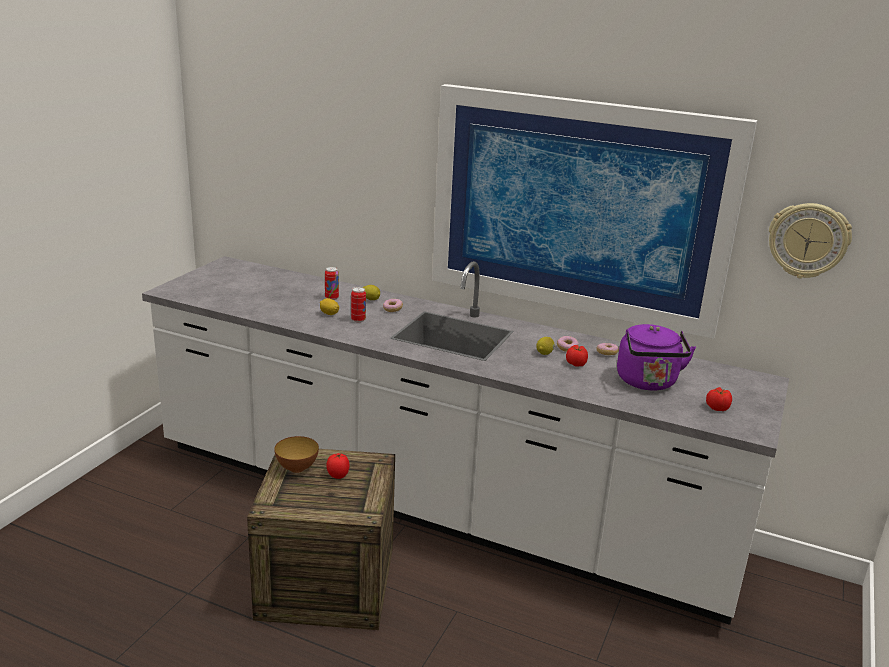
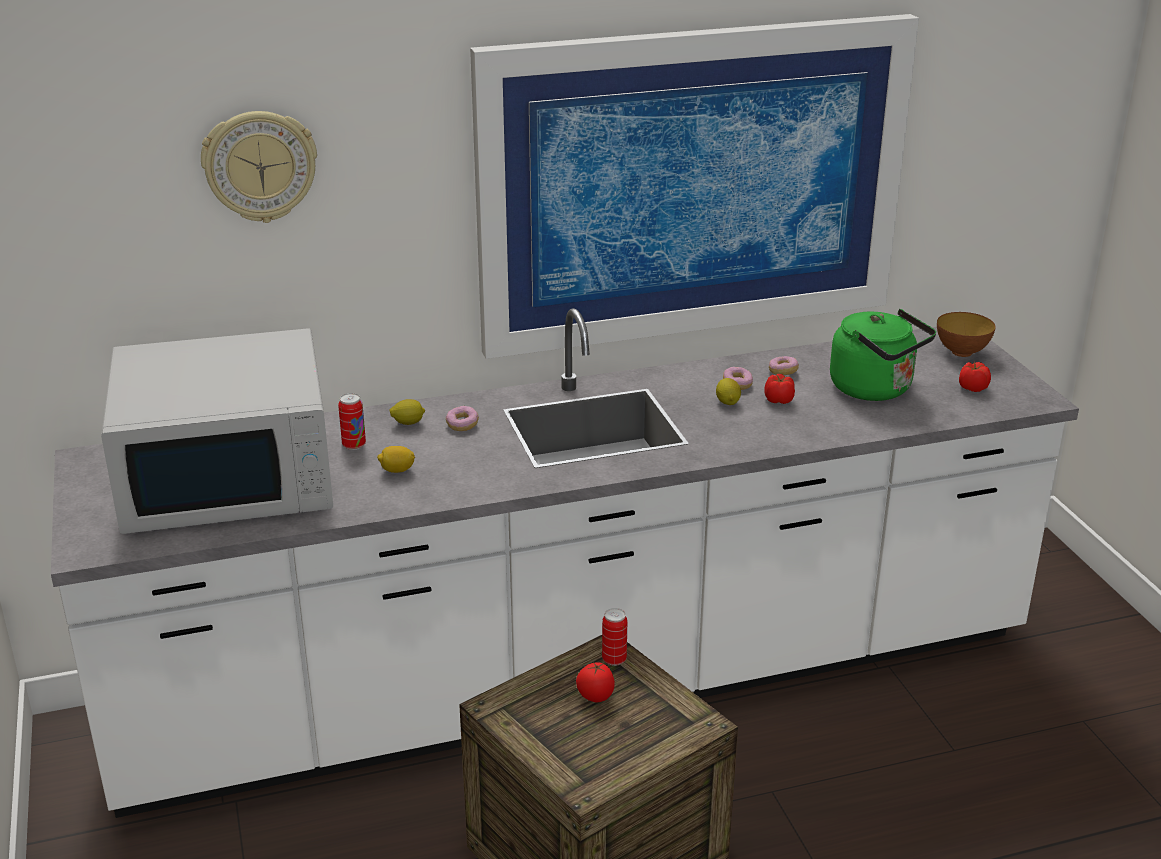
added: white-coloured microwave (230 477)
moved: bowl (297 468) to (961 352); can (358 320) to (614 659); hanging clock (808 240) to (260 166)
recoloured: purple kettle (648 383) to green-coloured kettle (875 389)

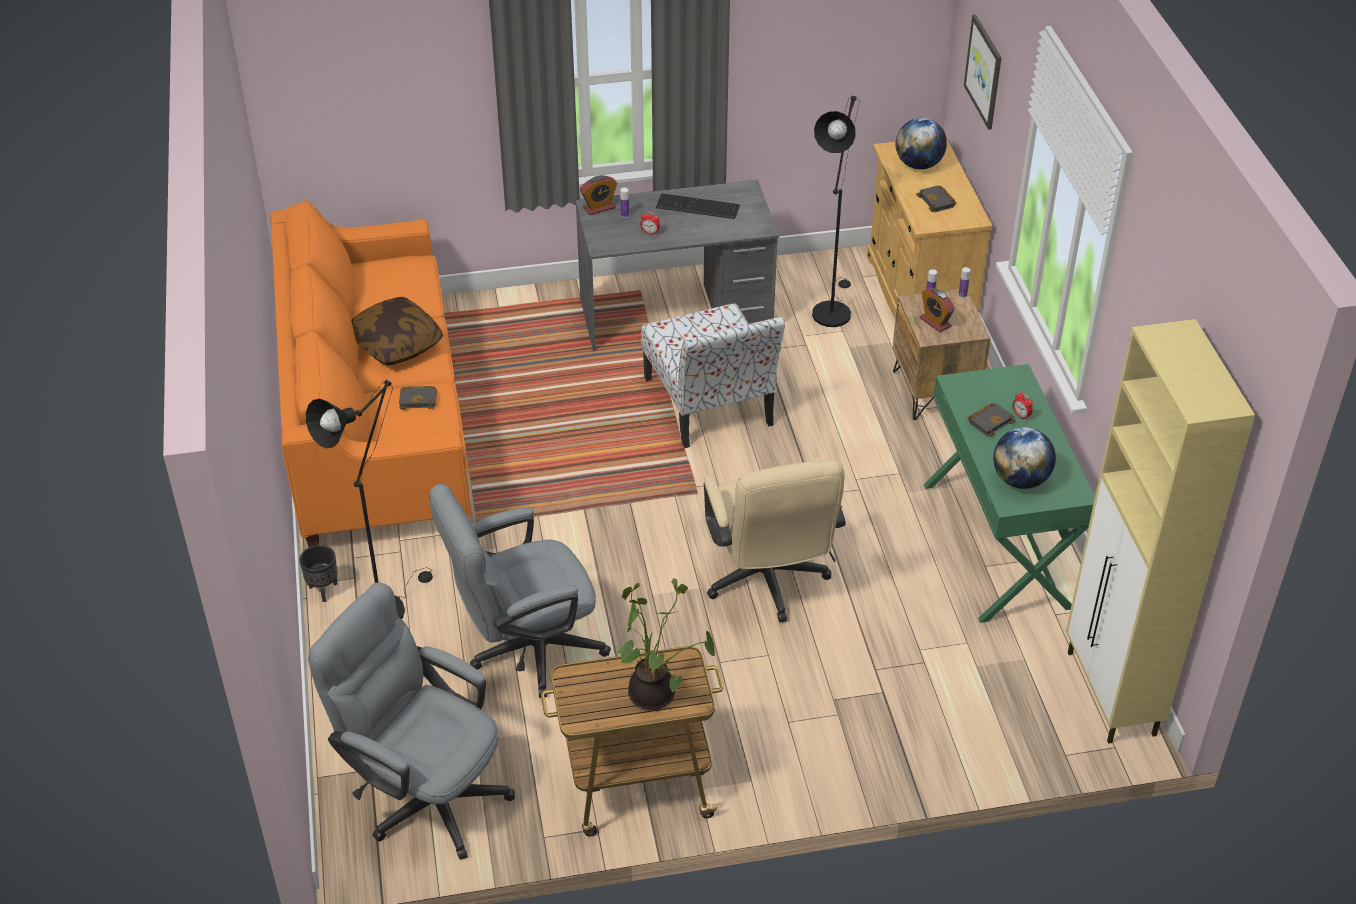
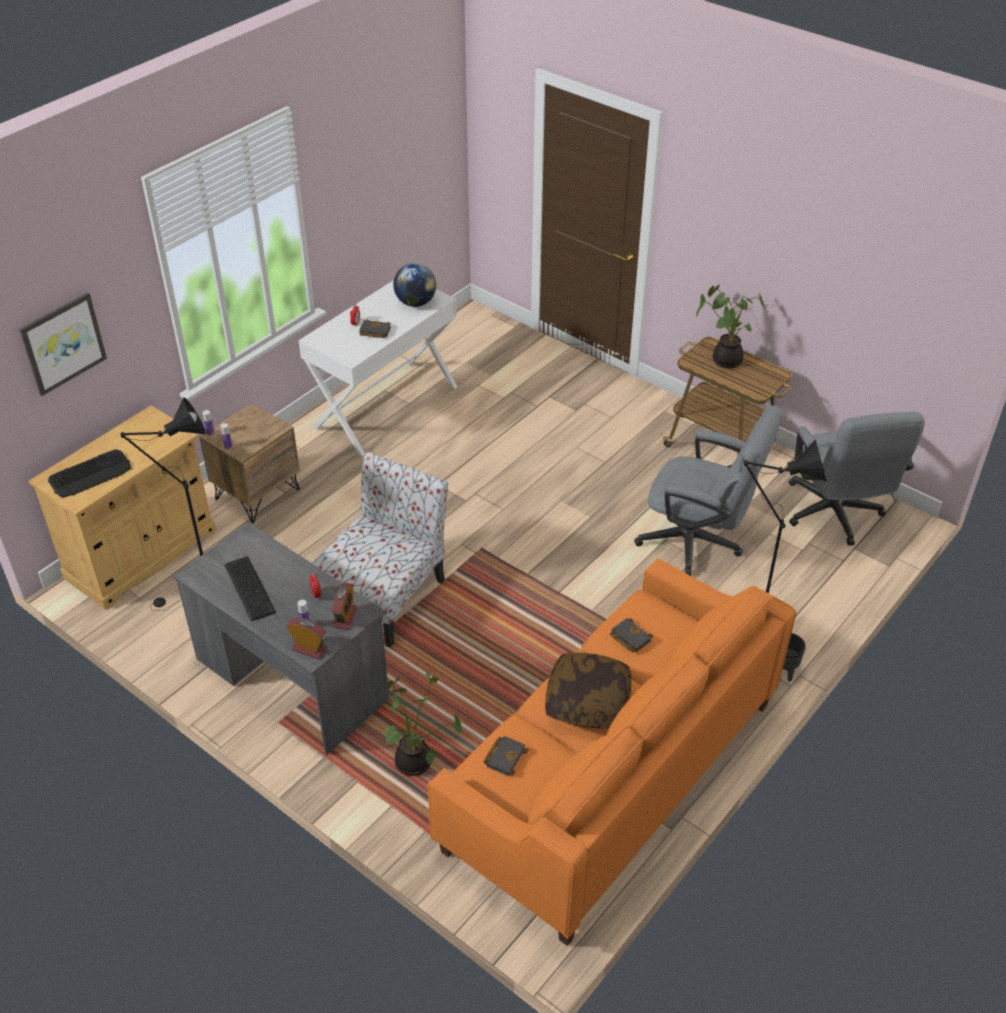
removed: beige-coloured office chair (768 583); beige-coloured storage cabinet (1111 694)
added: plant in a pot (417 762)
moved: black-coloured bound book (937 202) to (505 756); alarm clock (935 322) to (345 617)
replaced: globe (918 165) to keyboard (90 474)
recoloured: green-coloured desk (997 544) to white-coloured desk (385 406)

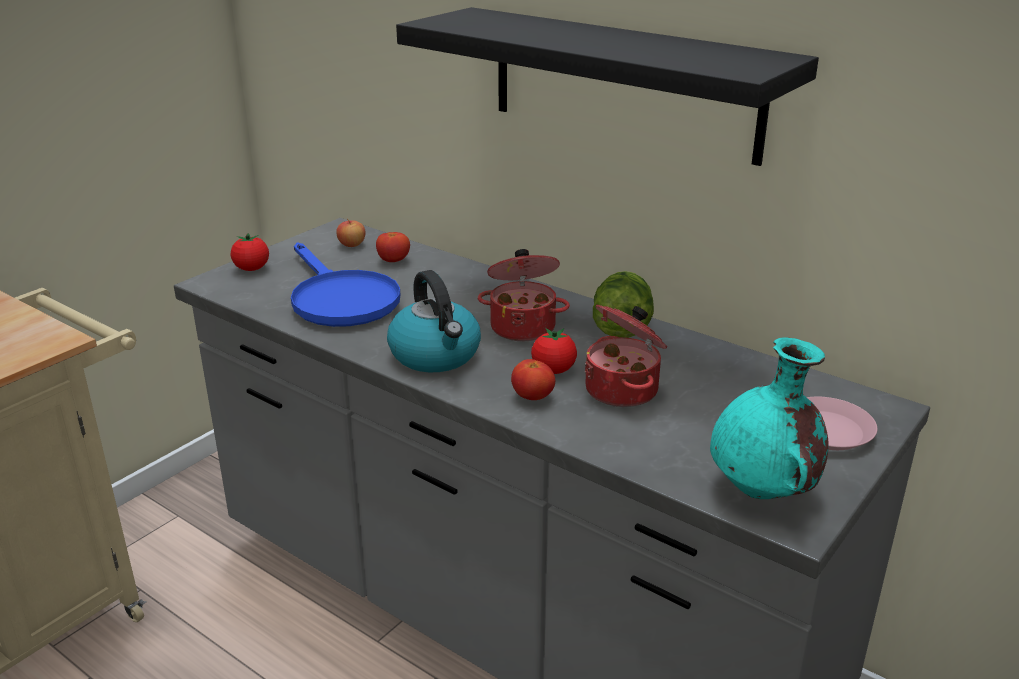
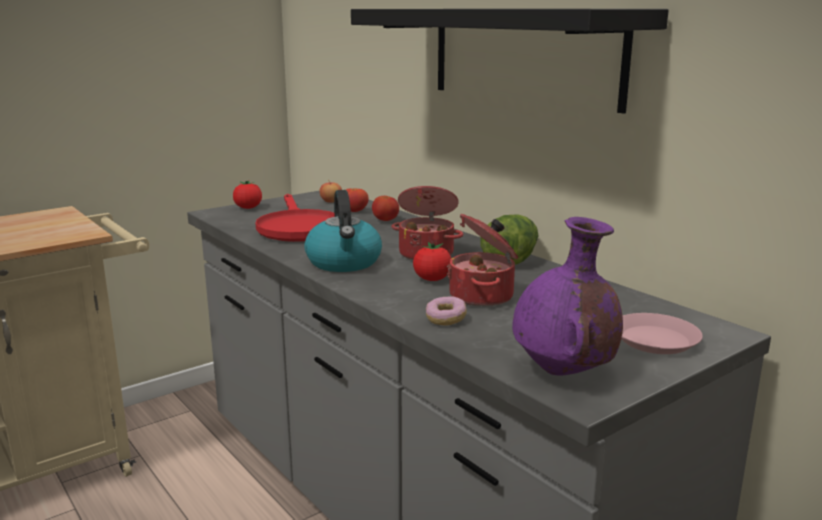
added: doughnut (445 319)
moved: whole tomato (532 397) to (385 220)
recoloured: blue skillet (339 299) to red skillet (297 227); turquoise-coloured vase (763 492) to purple vase (564 373)

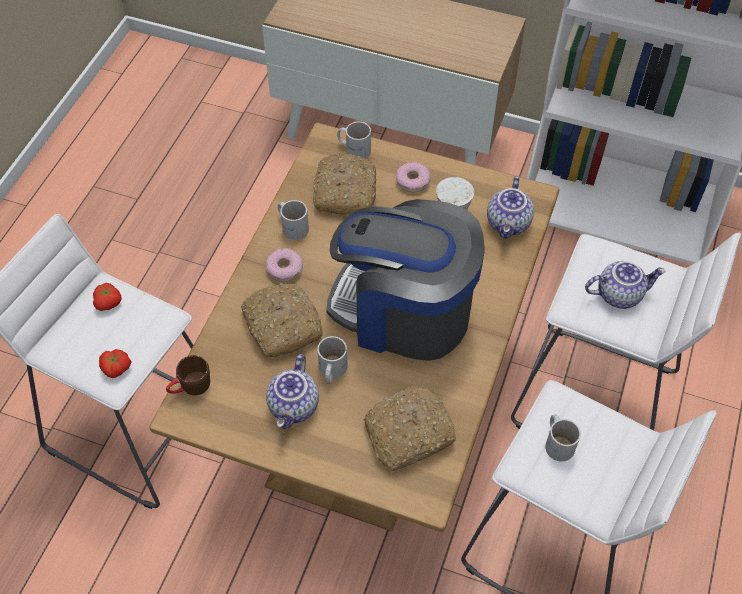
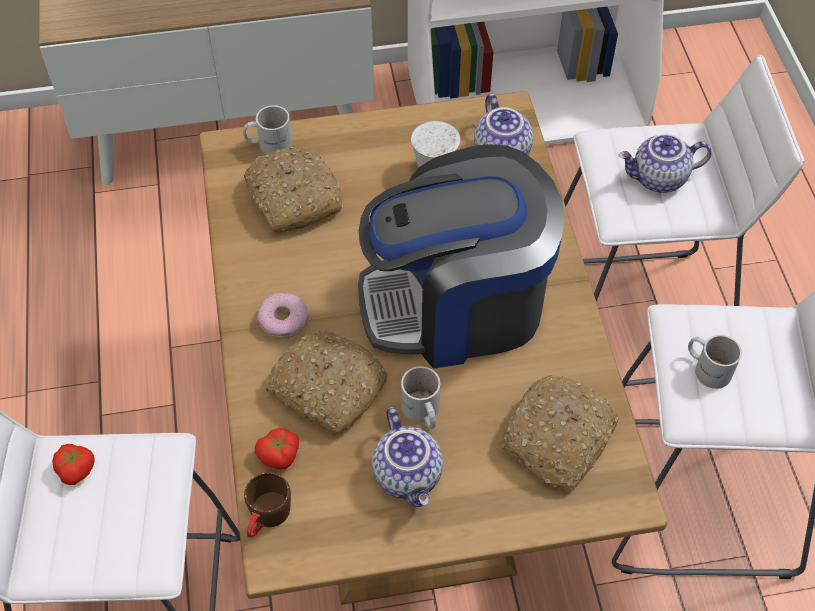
removed: white-coloured mug (293 226); doughnut (413 181)
moved: whole tomato (116 369) to (279 456)
turned: teapot (619 294) = (658 179) 150 degrees counterclockwise

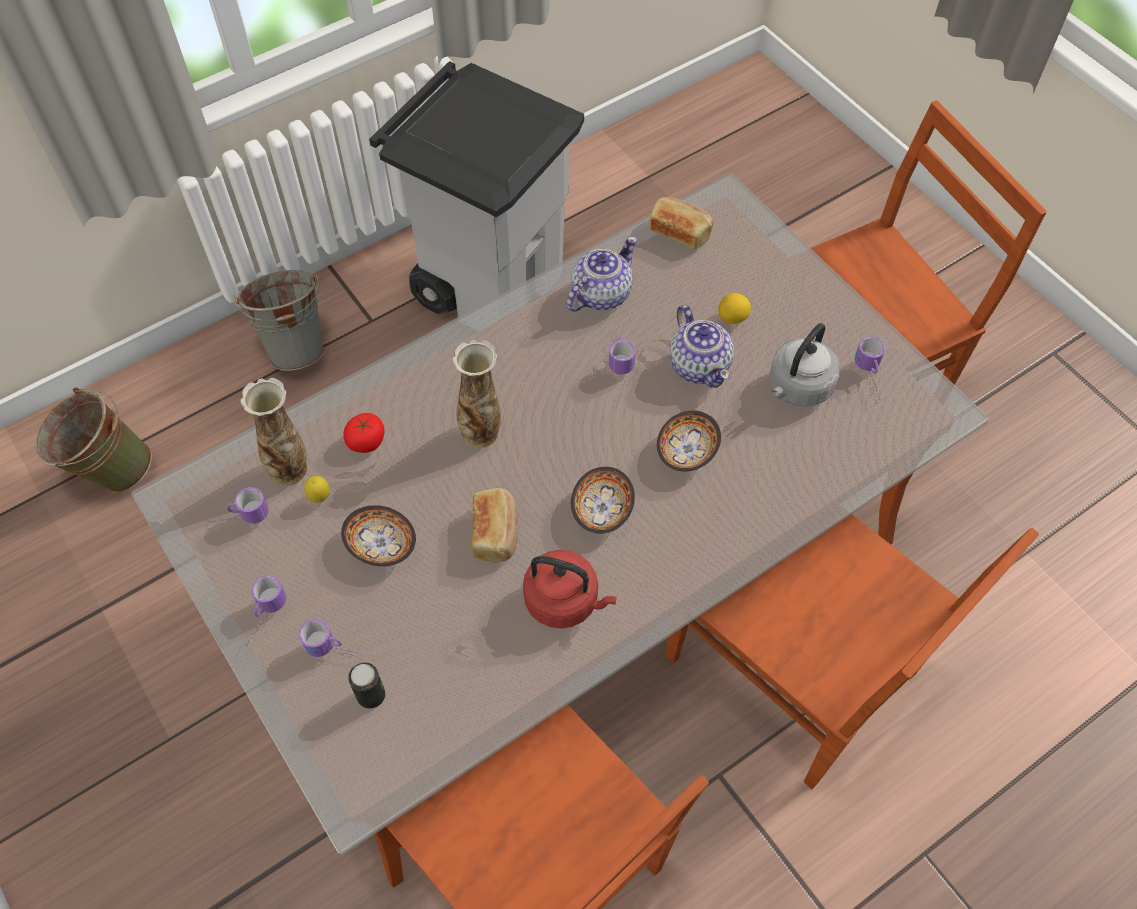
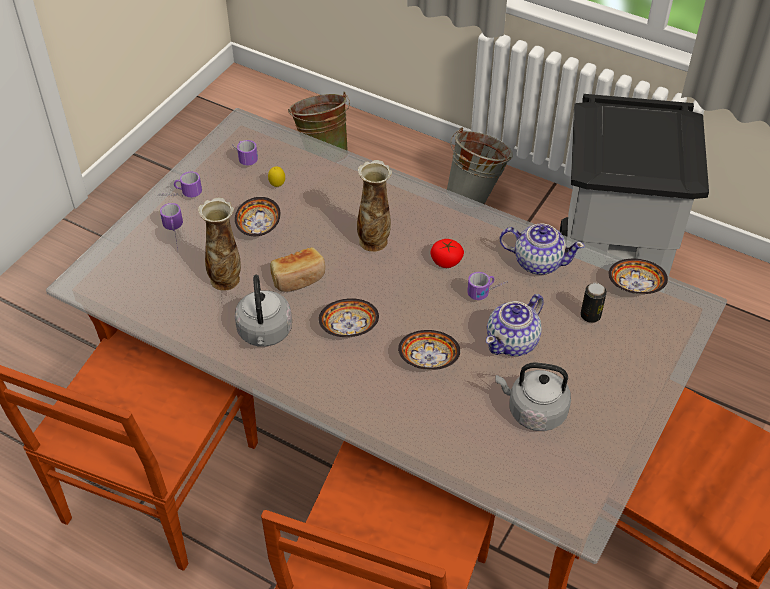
removed: whole lemon (732 318); mug (870 378)
moved: vase (289 469) to (226 280); whole tomato (366 441) to (446 261); can (371 695) to (590 316)
replaced: bakery bread (680 231) to bowl (636 287)
recoloured: red kettle (565 601) to grey kettle (265 333)

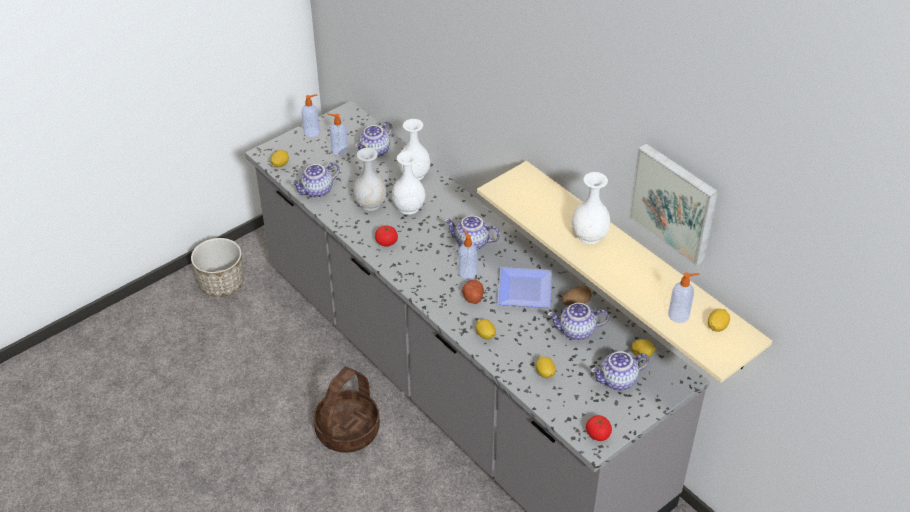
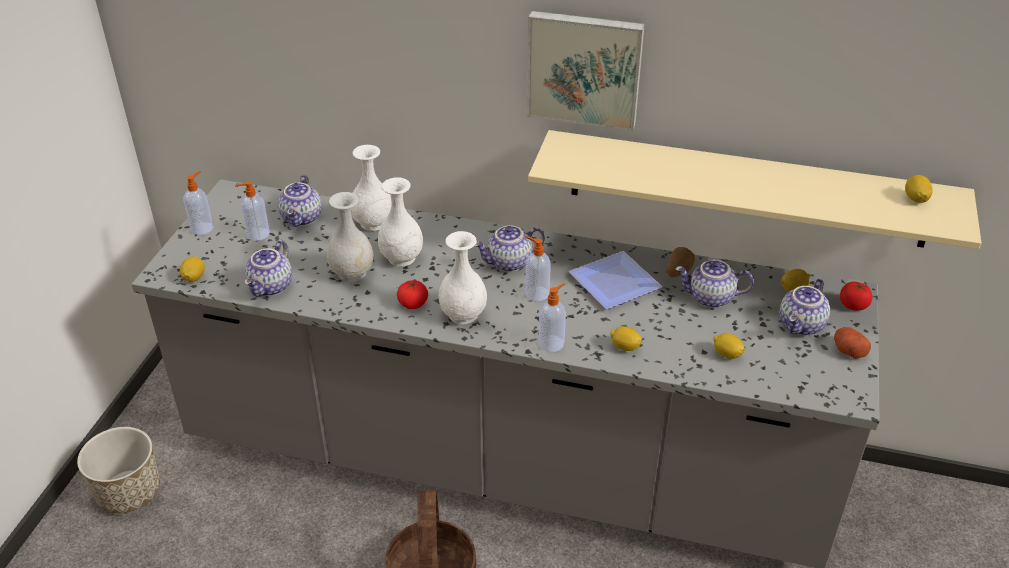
moved: spud (472 296) to (848 350); white-coloured vase (589 236) to (463 314); whole tomato (598 434) to (853 305); wall art (675 202) to (584 68); soap bottle (679 315) to (552 343)
turned: teapot (576 332) = (710 298) 45 degrees clockwise

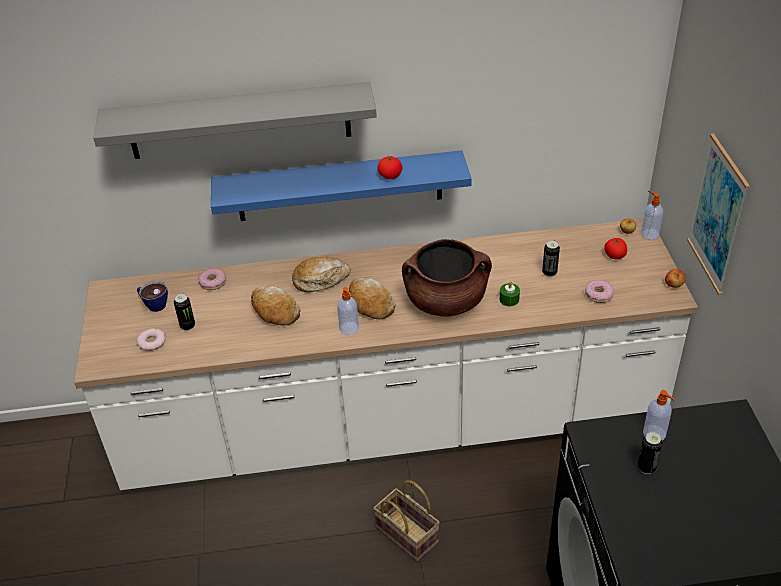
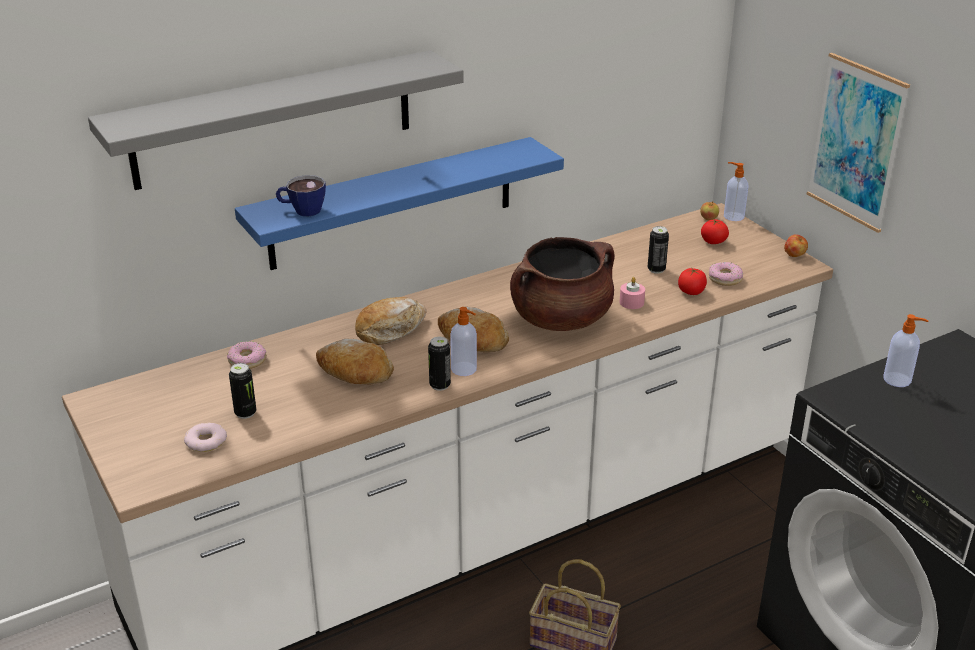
moved: small cup (153 304) to (302 210); whole tomato (390 176) to (691 292); can (646 467) to (440 385)
recoloured: green-coloured wax light (509 299) to pink-coloured wax light (631 302)

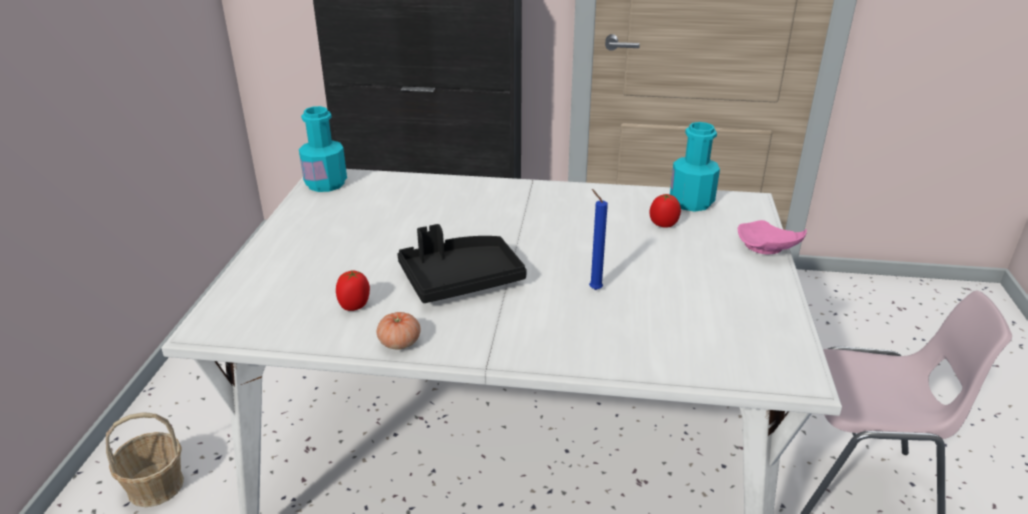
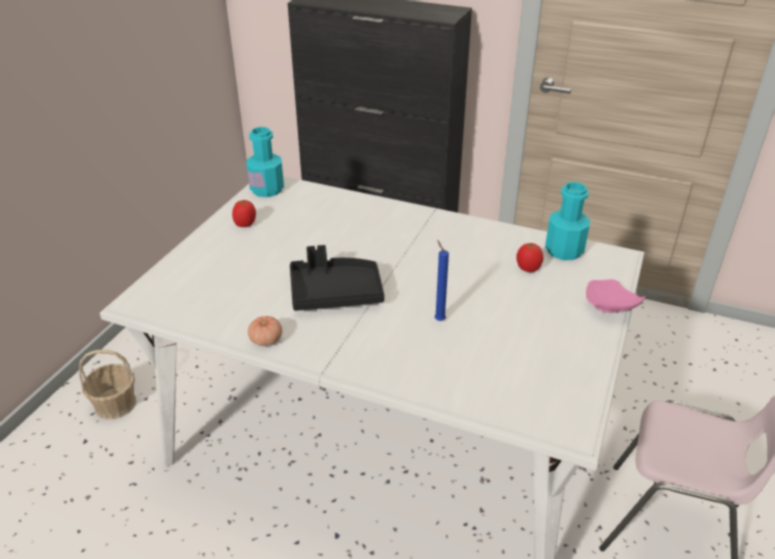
moved: whole tomato (355 306) to (245 224)

